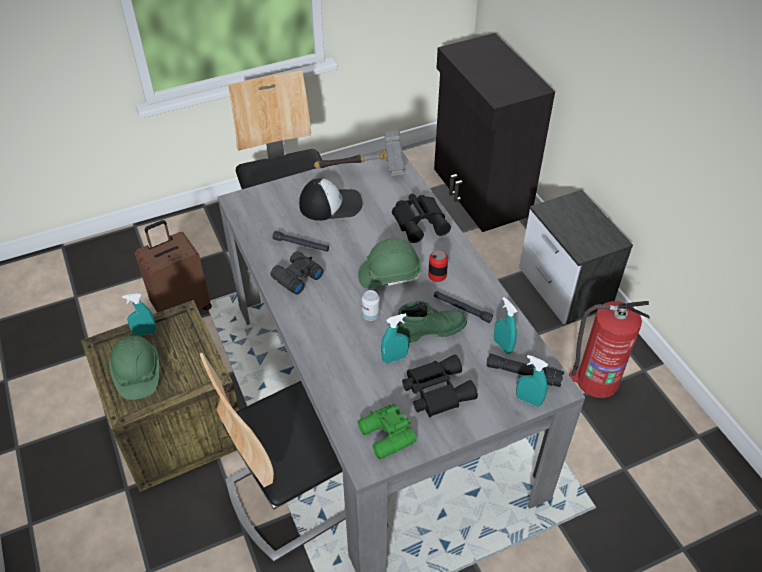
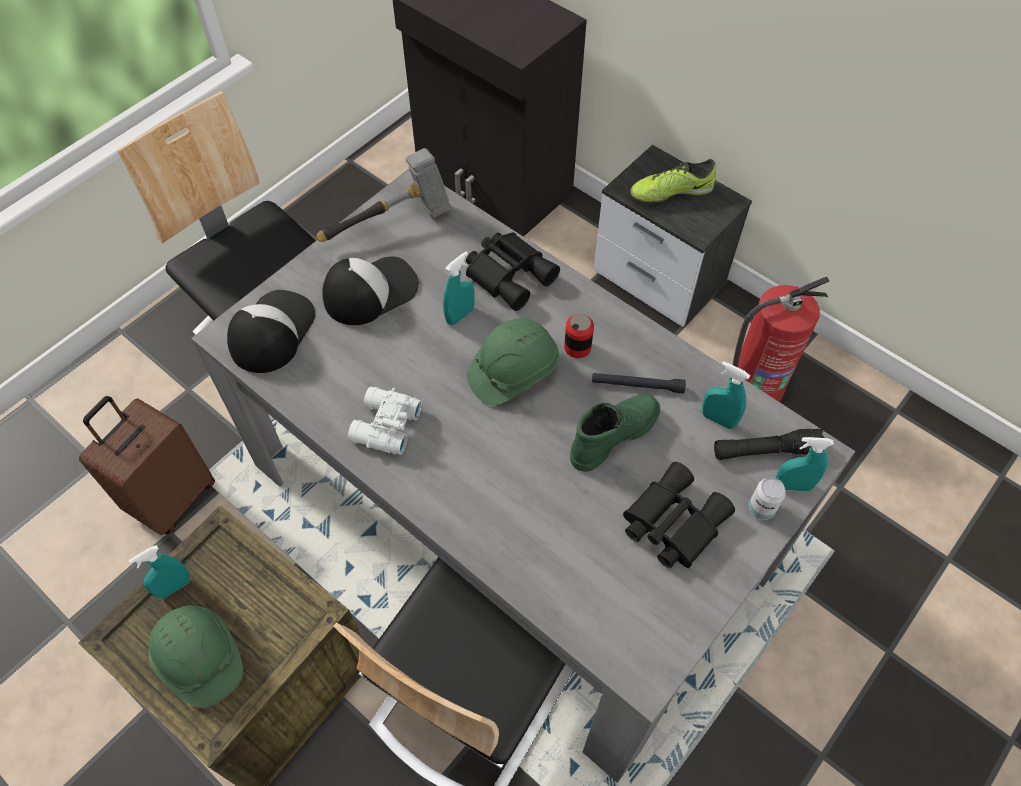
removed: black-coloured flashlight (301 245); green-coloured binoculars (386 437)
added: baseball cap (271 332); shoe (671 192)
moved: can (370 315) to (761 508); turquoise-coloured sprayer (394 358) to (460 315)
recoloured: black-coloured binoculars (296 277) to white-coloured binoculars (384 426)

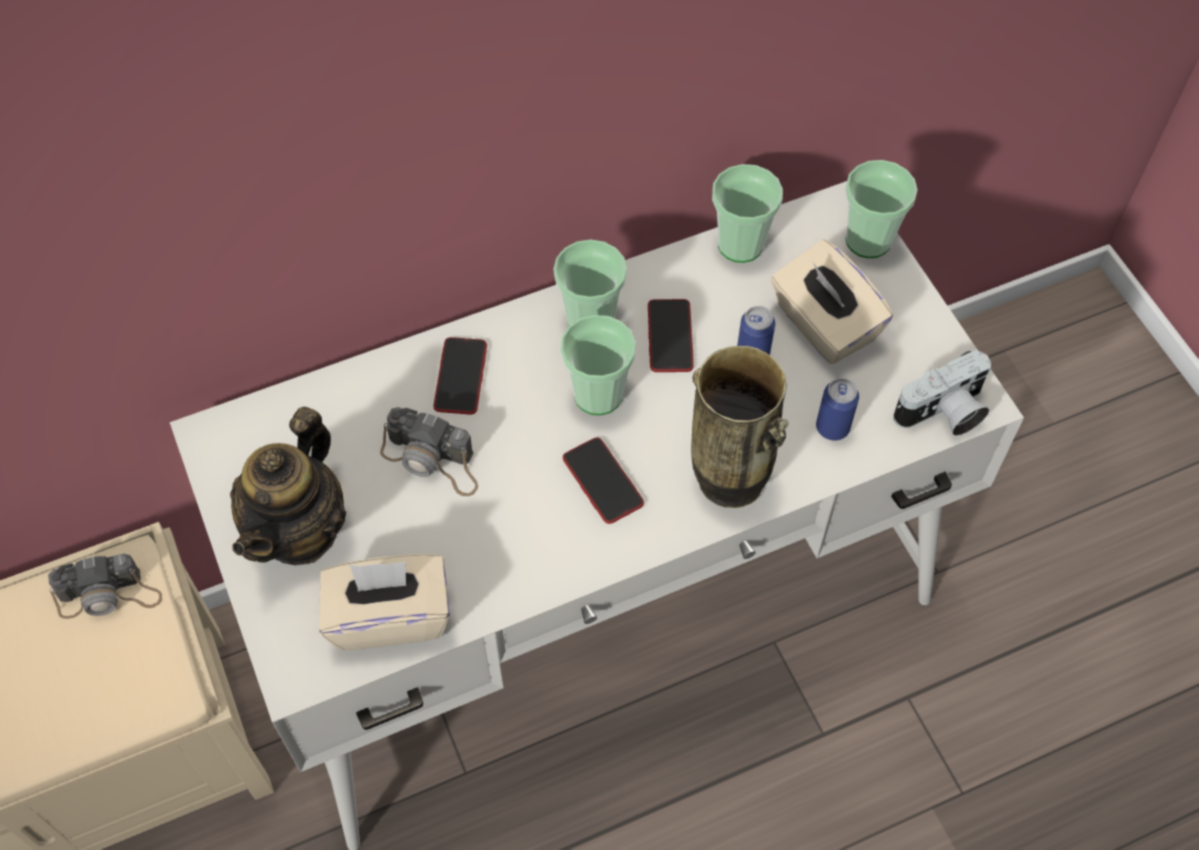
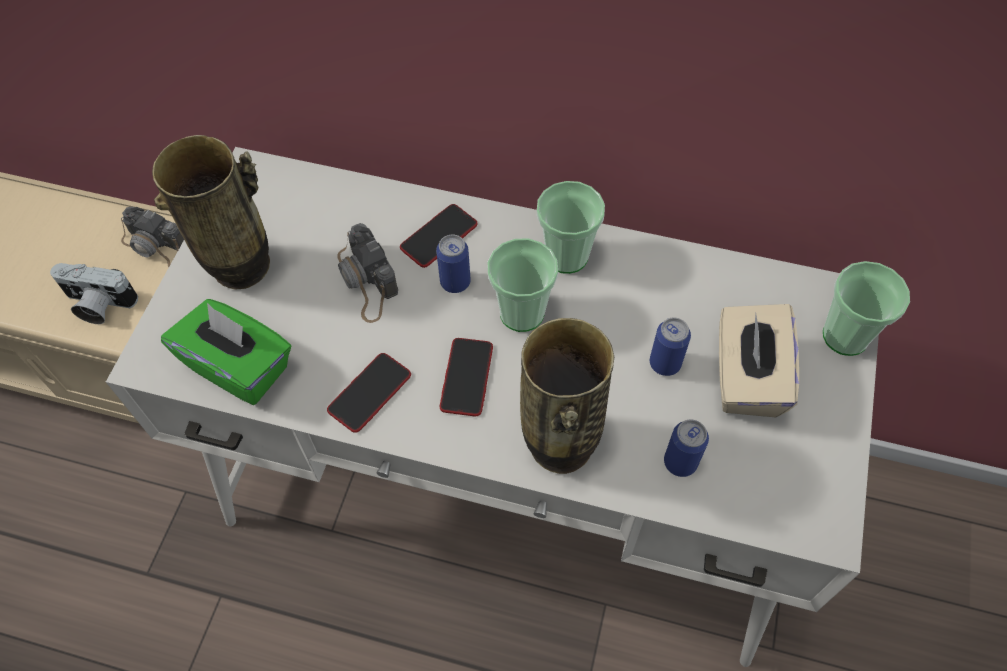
removed: small cup (740 244)
added: can (455 282)
moved: handset (670 336) to (369 393); photo camera (943 414) to (98 305)
replaced: teapot (300 530) to vase (242 268)
recoloured: beige-coloured tissue box (390 616) to green-coloured tissue box (239 366)

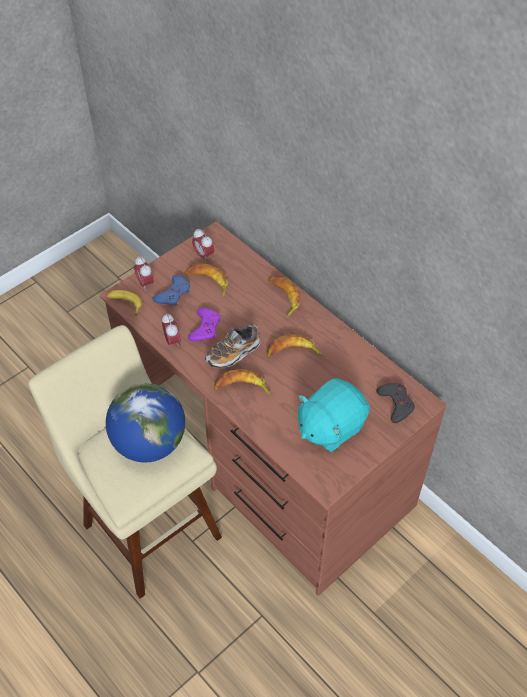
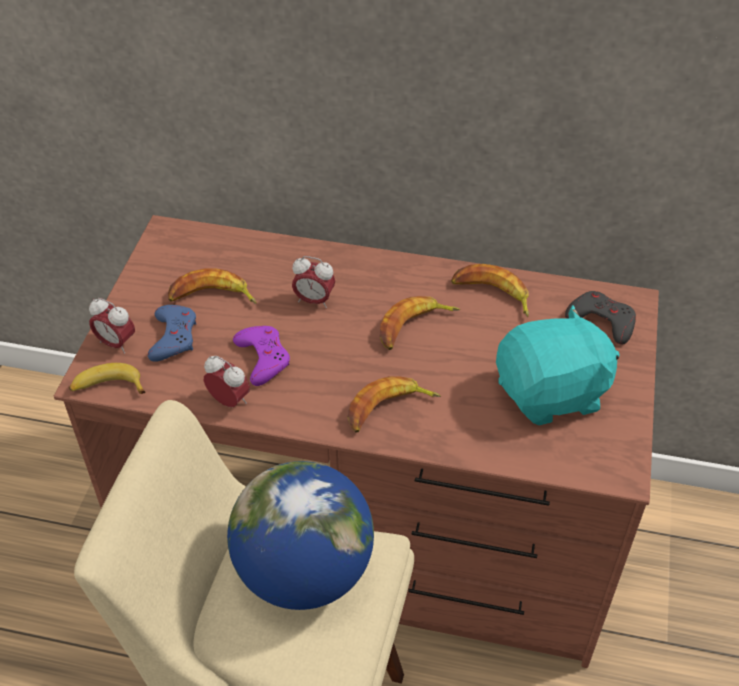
removed: shoe (233 353)
moved: alarm clock (203 255) to (314 300); banana fruit (283 298) to (492 295)
turned: turquoise-coloured soft toy (330 426) = (552 393) 120 degrees counterclockwise

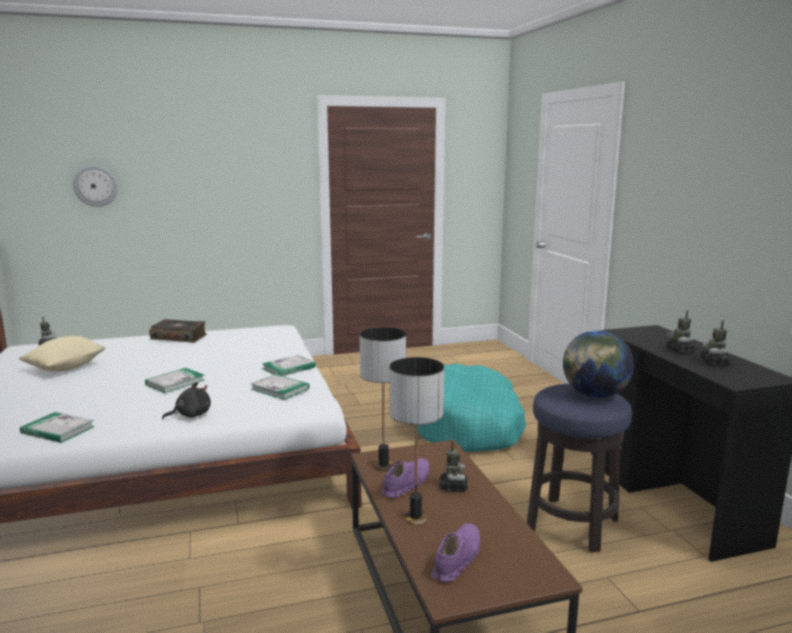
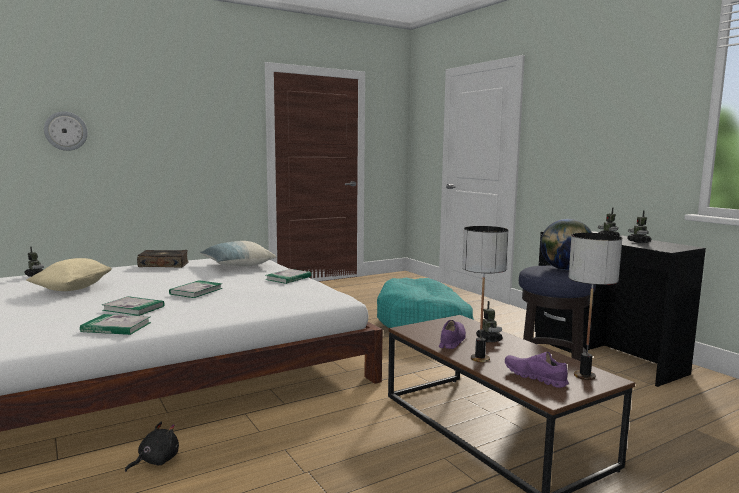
added: throw pillow (237 266)
moved: black-coloured soft toy (191 415) to (156 461); bound book (280 389) to (133 308); lamp for a table (383 466) to (585 376)
turned: purple shoe (456 559) = (534 377) 60 degrees counterclockwise

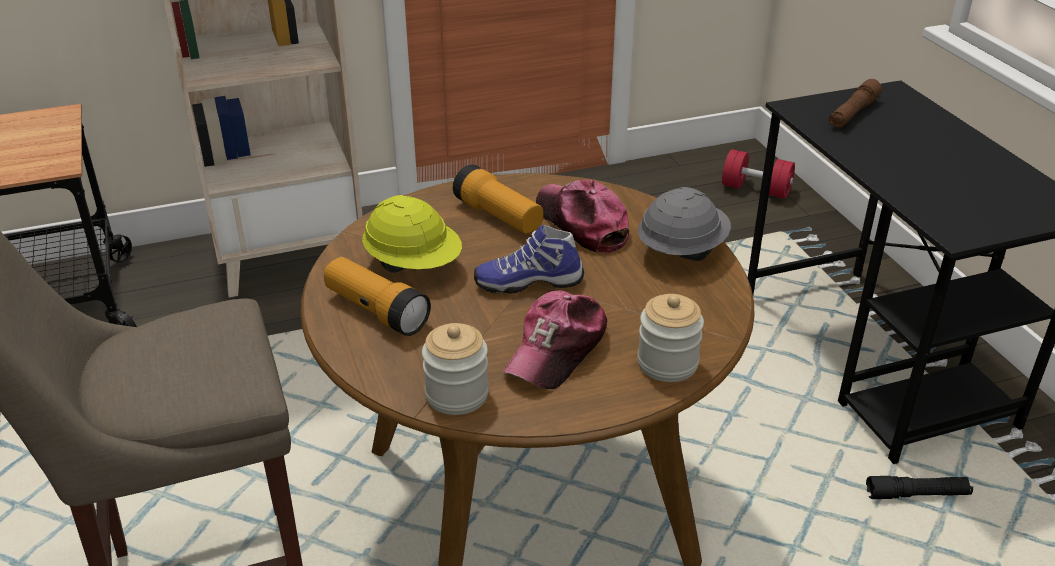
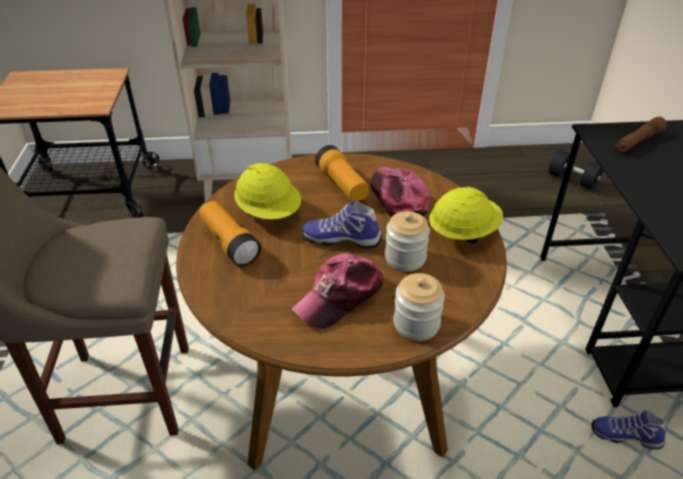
moved: jar (457 395) to (405 258)
replaced: black-coloured flashlight (917 494) to shoe (625 435)
recoloured: grey safety helmet (681 251) to yellow-coloured safety helmet (463 233); red dumbbell (756 189) to black-coloured dumbbell (572 180)

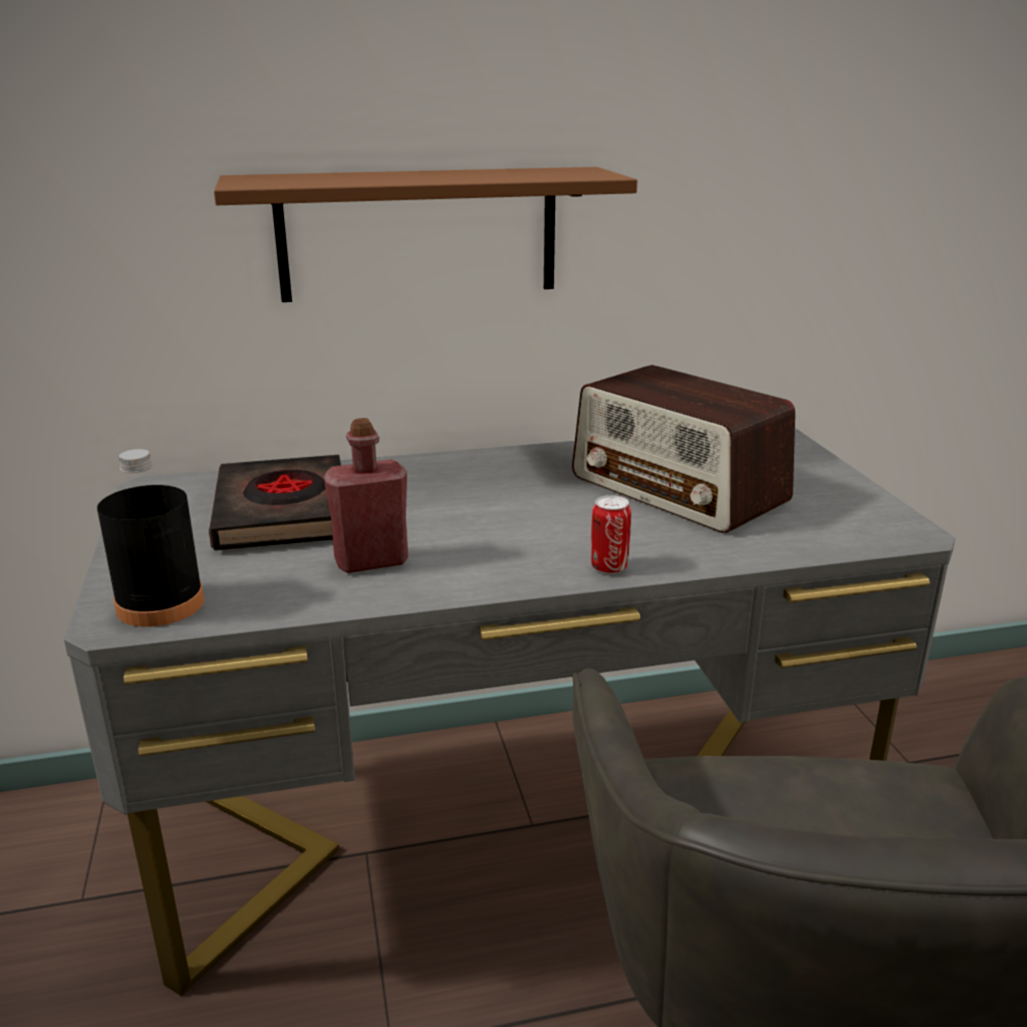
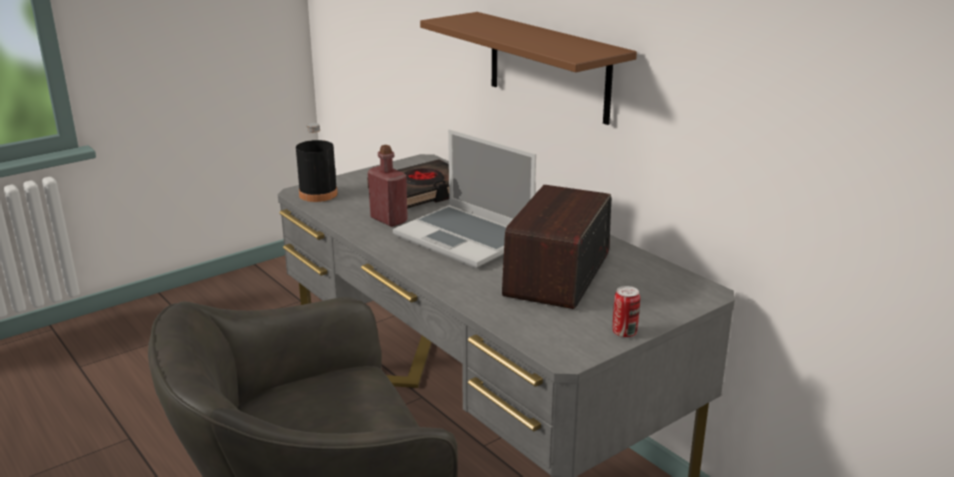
added: laptop (466 238)
moved: can (609 567) to (624 333)

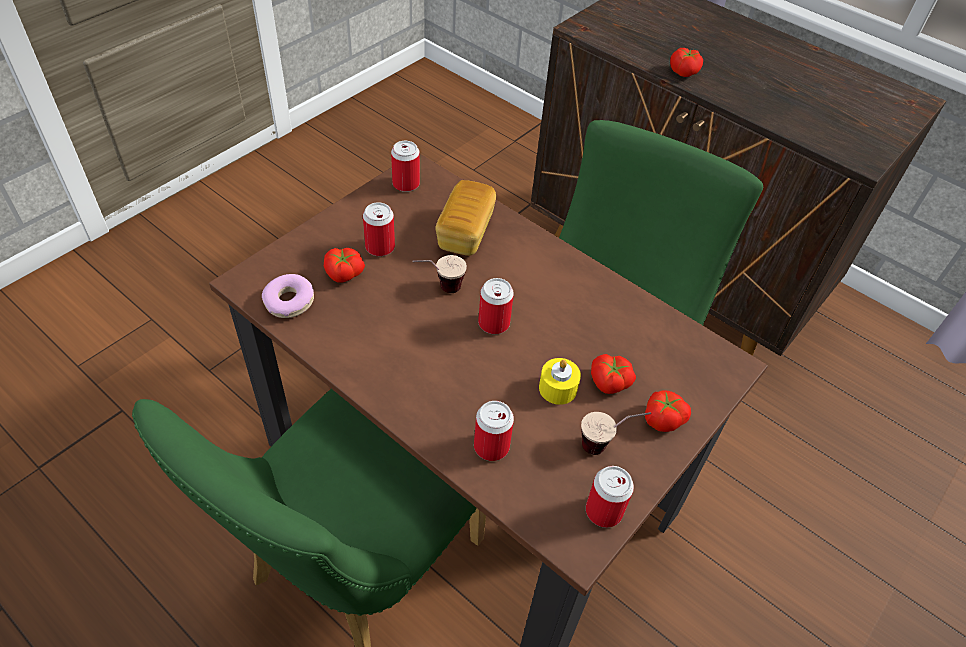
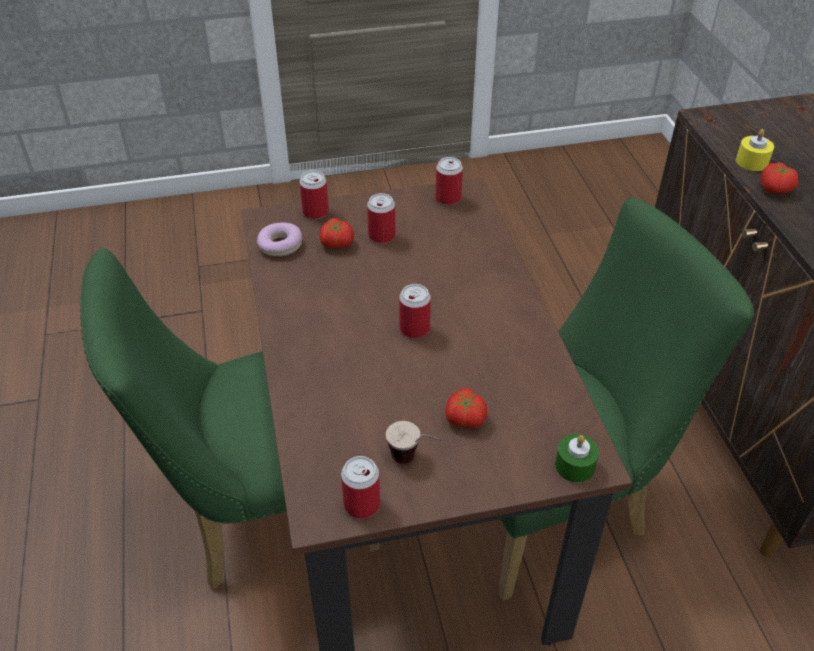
removed: small cup (439 289); bakery bread (465 232); whole tomato (662 418)
added: green-coloured wax light (575 466)
moved: can (491 446) to (315 212); yellow-coloured wax light (558 388) to (751 162)

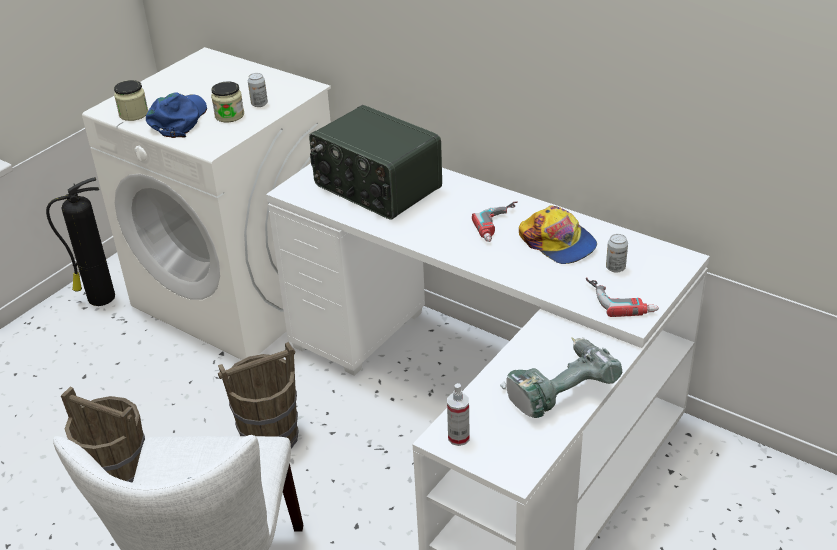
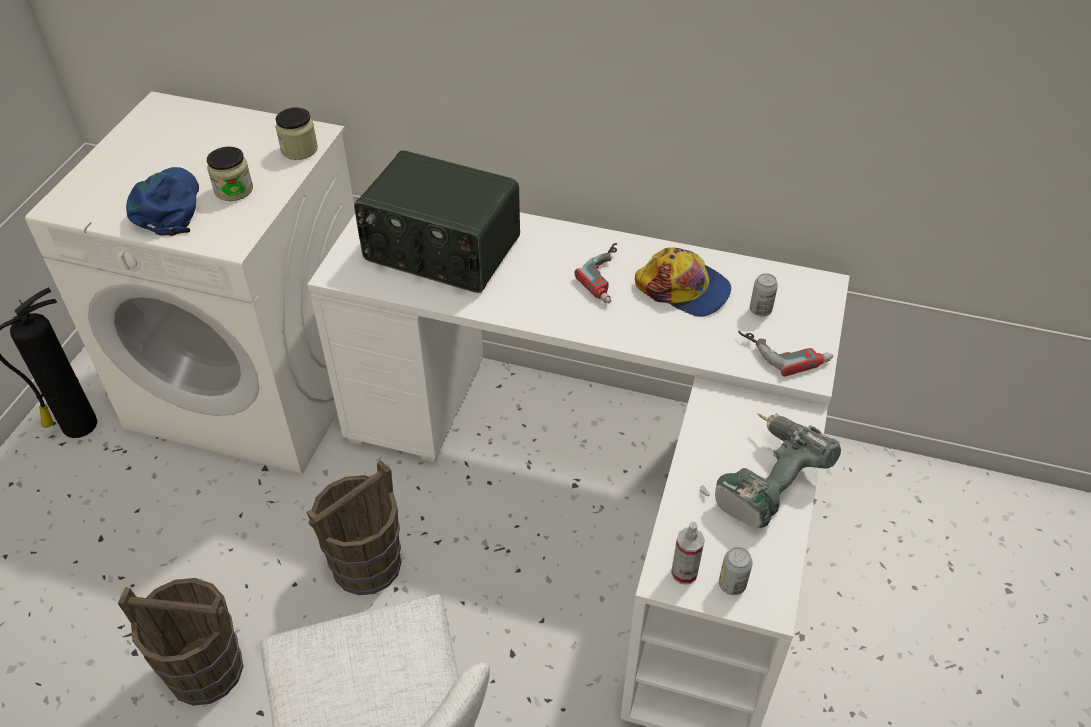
moved: jar (133 114) to (299 149); can (259 104) to (732 584)

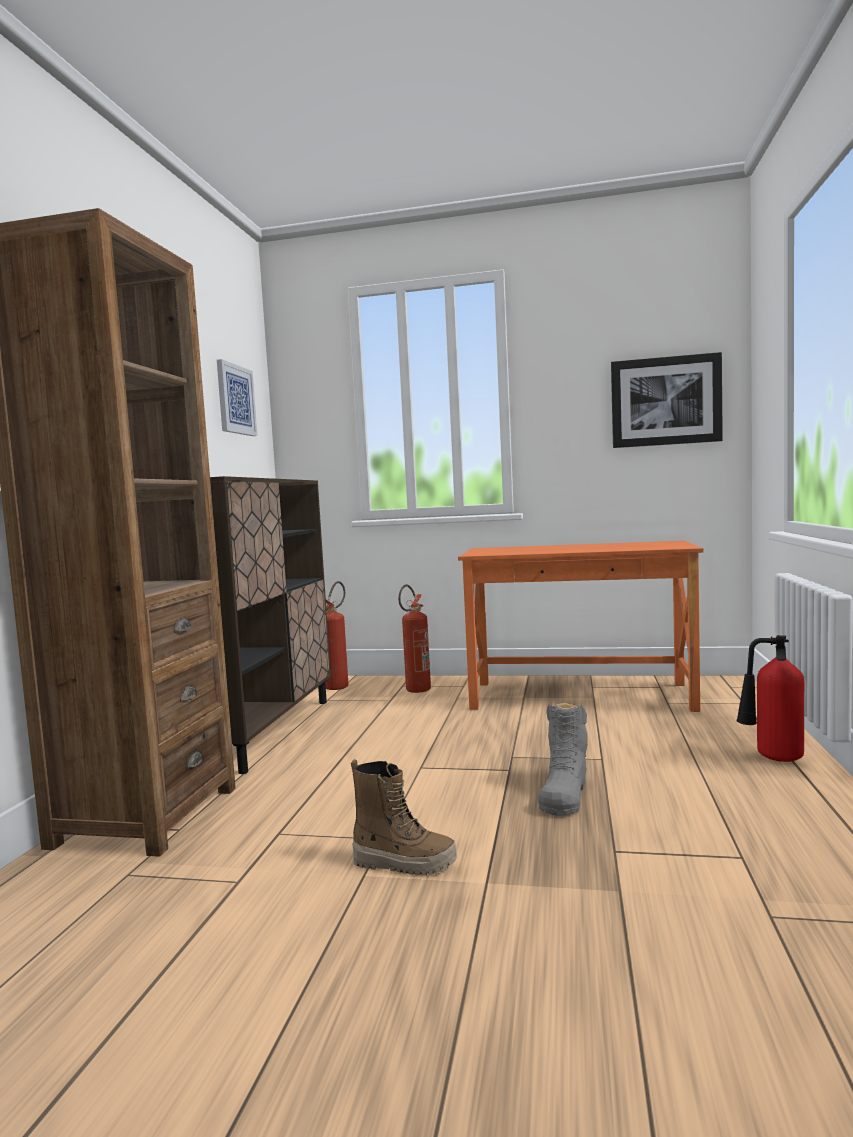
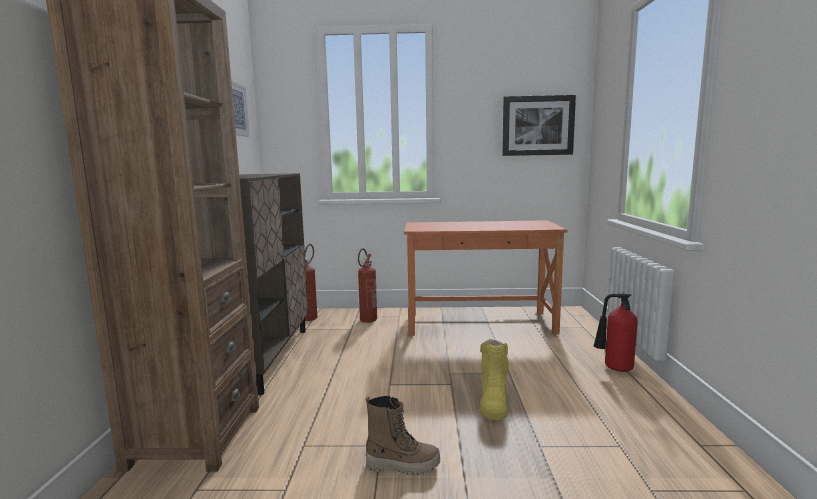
recoloured: grey tall boot (564 793) to yellow-coloured tall boot (493 401)

